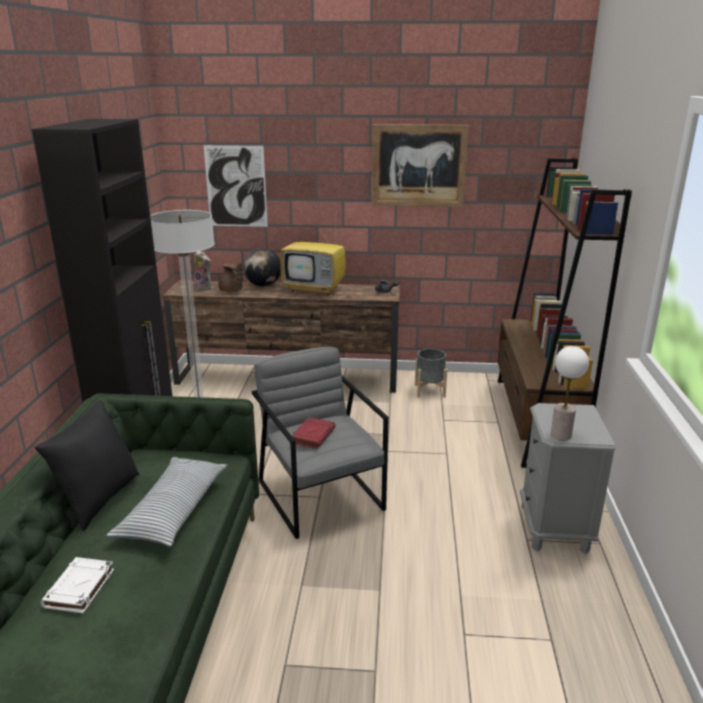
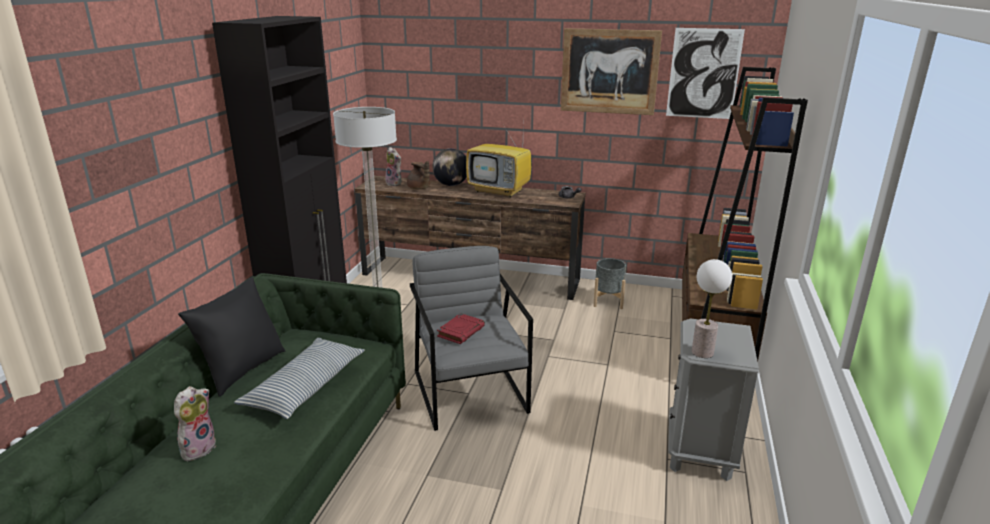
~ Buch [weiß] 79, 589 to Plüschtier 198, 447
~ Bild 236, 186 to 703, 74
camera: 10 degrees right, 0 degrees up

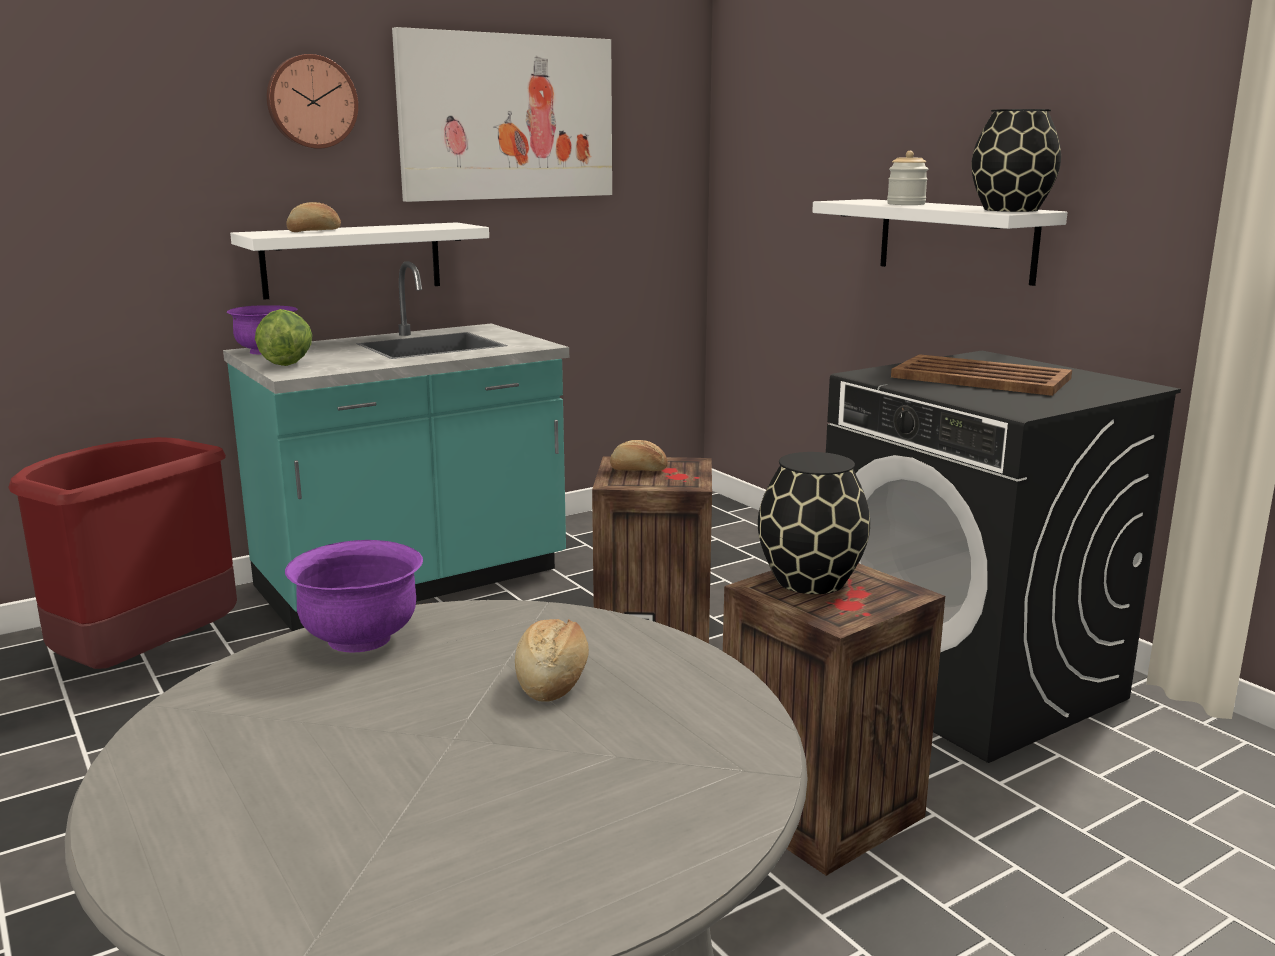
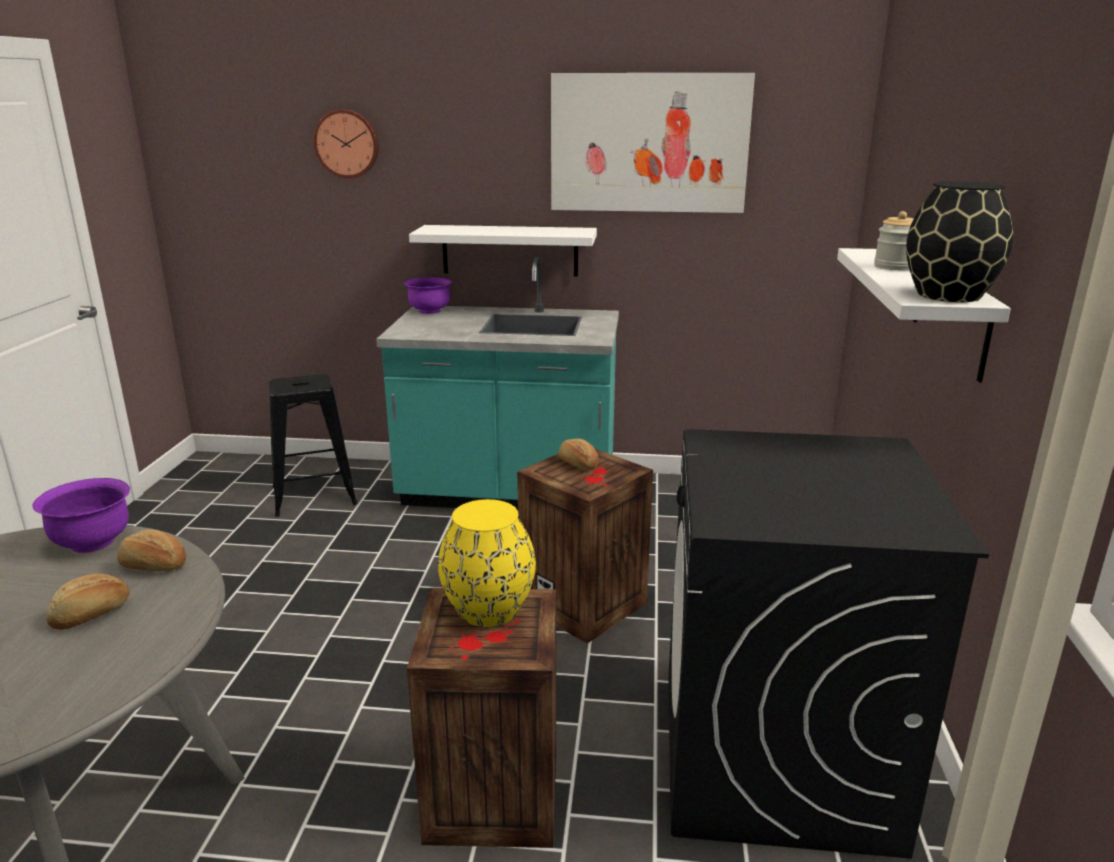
~ Mülleimer [rot] 143, 660 to Hocker [schwarz] 314, 495
- Salatkopf 286, 364
~ Wanduhr 311, 102 to 347, 143
~ Brot 314, 231 to 153, 566
~ Vase [schwarz] 811, 581 to Vase [gelb] 488, 610
- Tablett [braun] 982, 378
camera: 40 degrees right, 5 degrees up

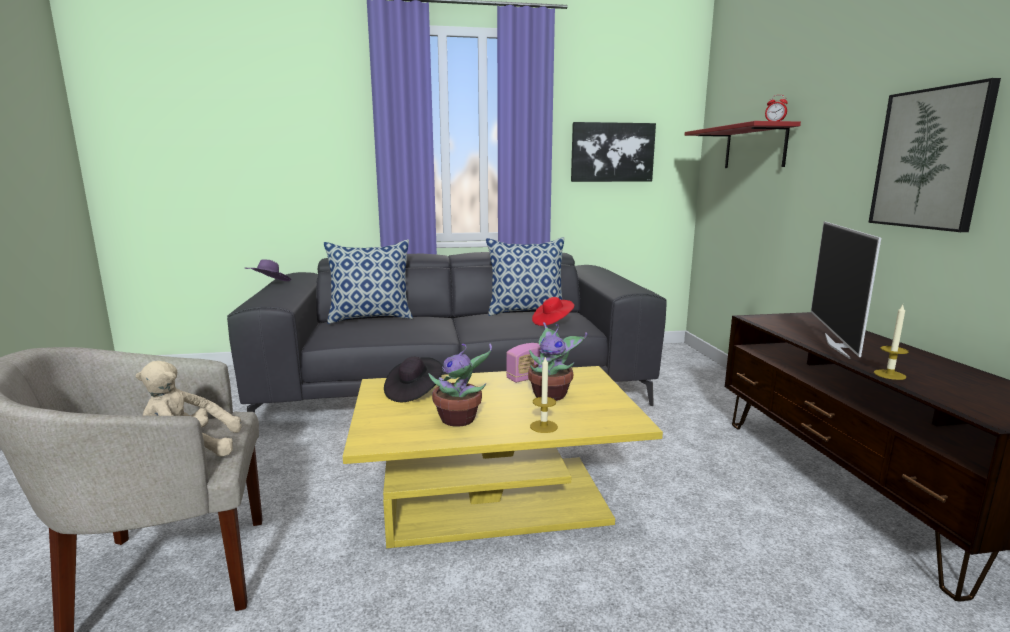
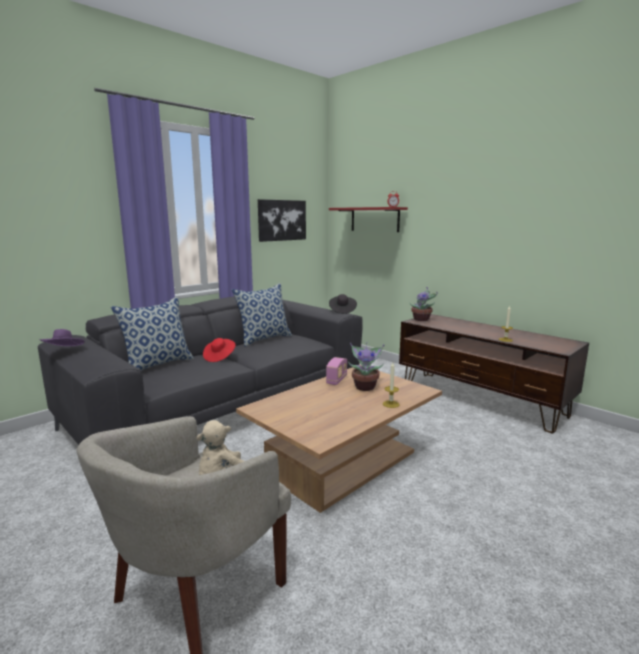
~ Couchtisch [gelb] 495, 500 to Couchtisch [braun] 343, 463
~ Hut [schwarz] 414, 392 to 342, 311
~ Topfpflanze 459, 420 to 422, 319
~ Hut [rot] 552, 322 to 219, 357
- Fernseher 838, 346
- Bild 930, 159
camera: 35 degrees left, 0 degrees up

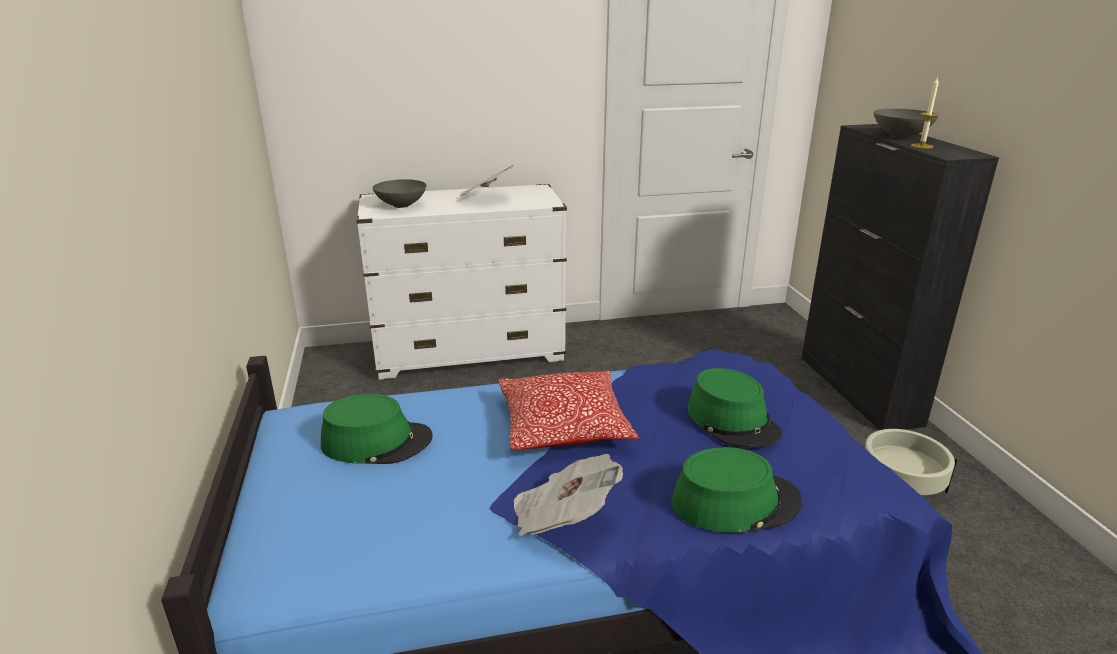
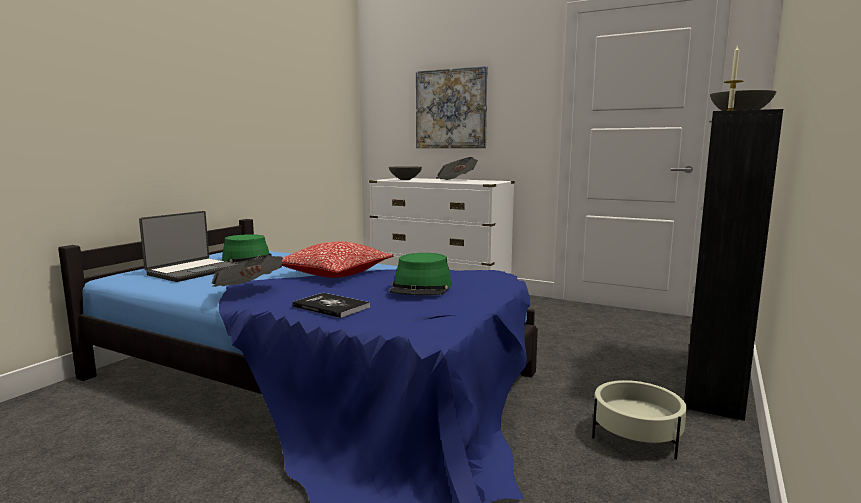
~ Hut [grün] 735, 502 to Buch 331, 307
+ Laptop 192, 271
+ Bild 451, 109
camera: 40 degrees right, 15 degrees down

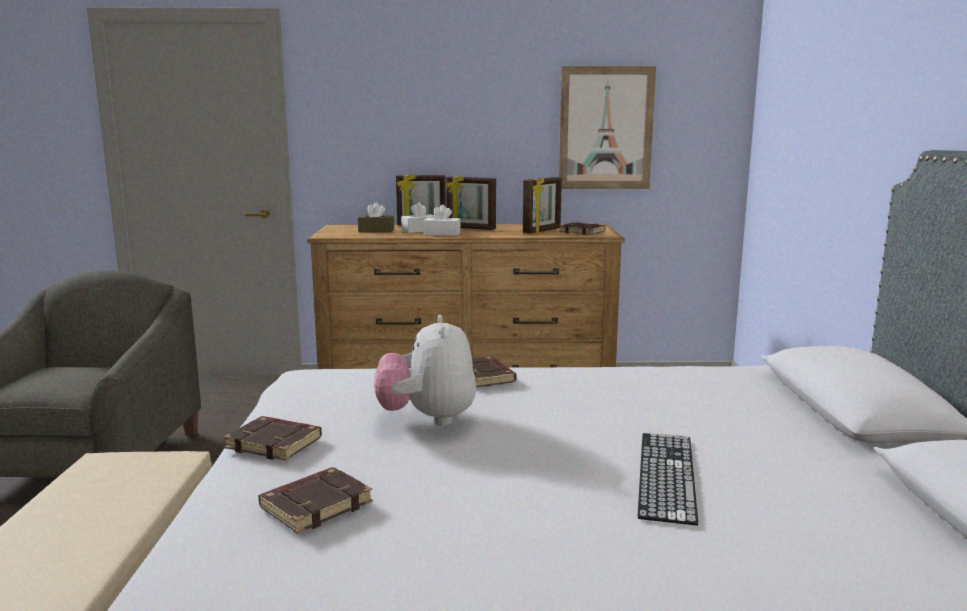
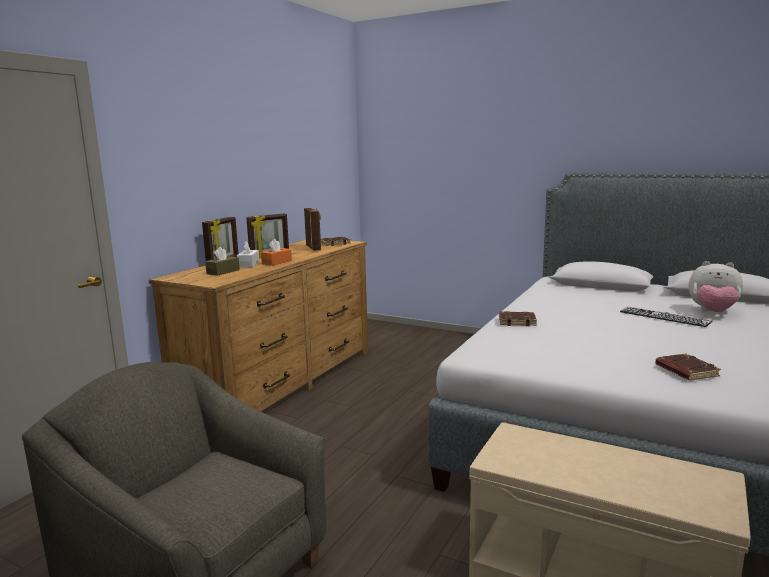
- Buch [braun] 275, 444
~ Plüschtier 427, 419 to 712, 312
~ Taschentuchbox [weiß] 442, 234 to Taschentuchbox [orange] 277, 262
- Bild 606, 128
camera: 60 degrees left, 0 degrees up

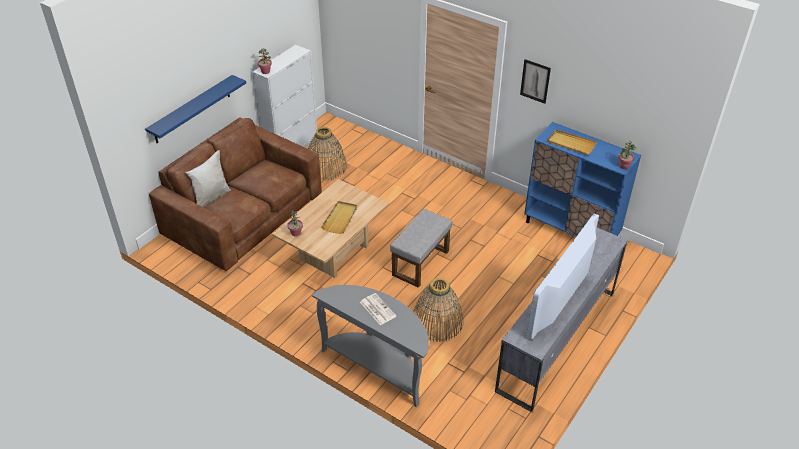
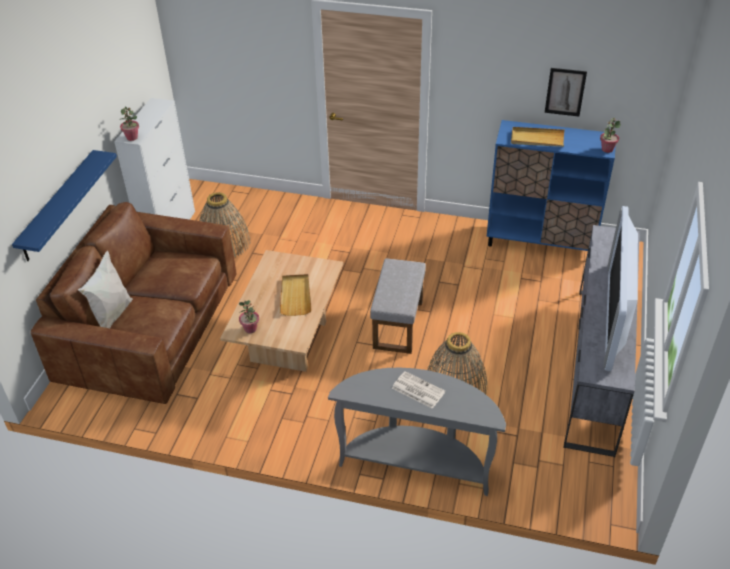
~ Bild 535, 81 to 565, 92
camera: 20 degrees left, 0 degrees up

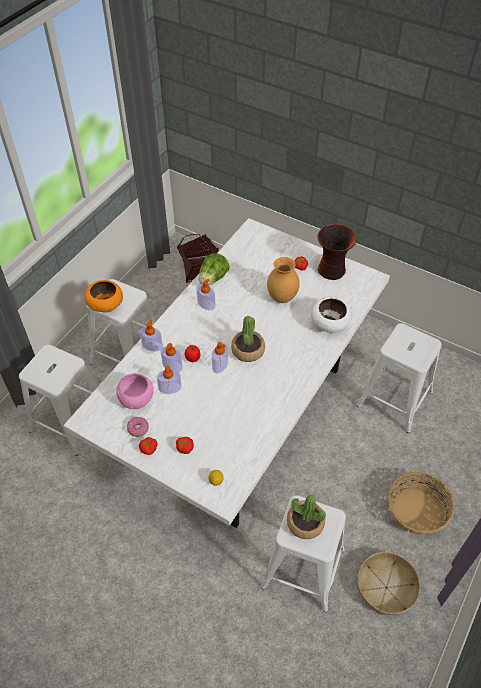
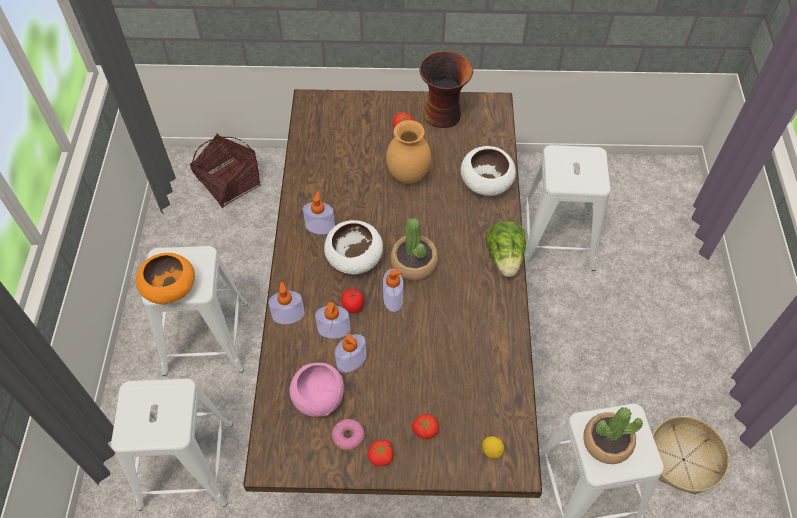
~ Esstisch [weiß] 240, 414 to Esstisch [braun] 398, 343
~ Salatkopf 213, 279 to 505, 258
- Korb 416, 511
+ Schüssel [weiß] 354, 259
camera: 30 degrees left, 5 degrees up

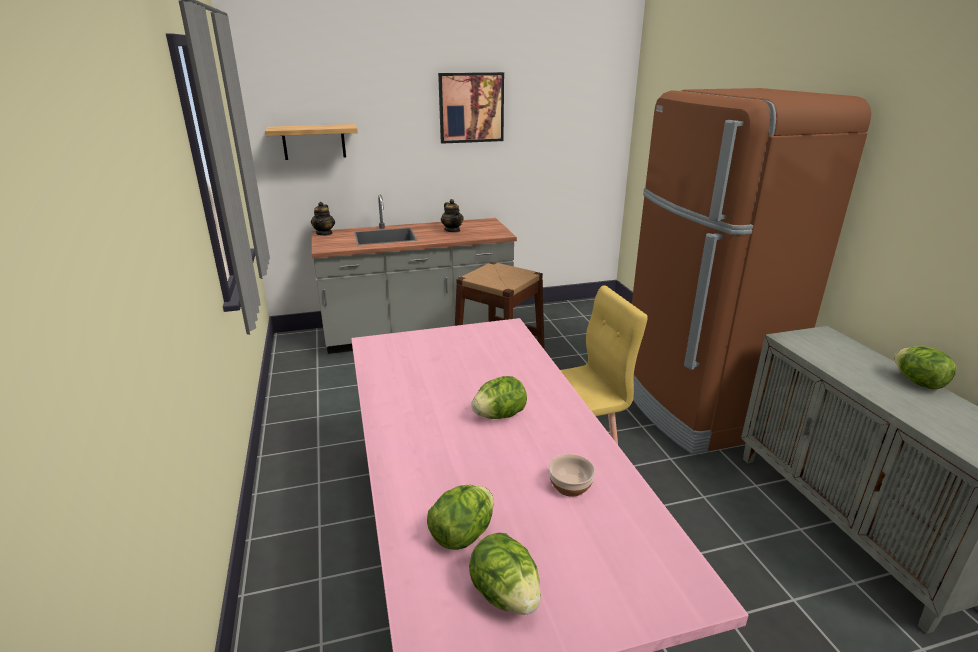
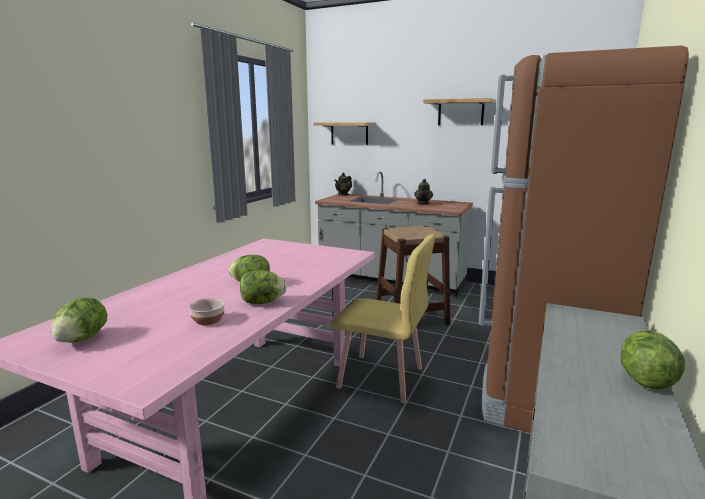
~ Salatkopf 462, 534 to 262, 302
~ Bild 471, 107 to Wandregal 460, 112
camera: 40 degrees right, 10 degrees down

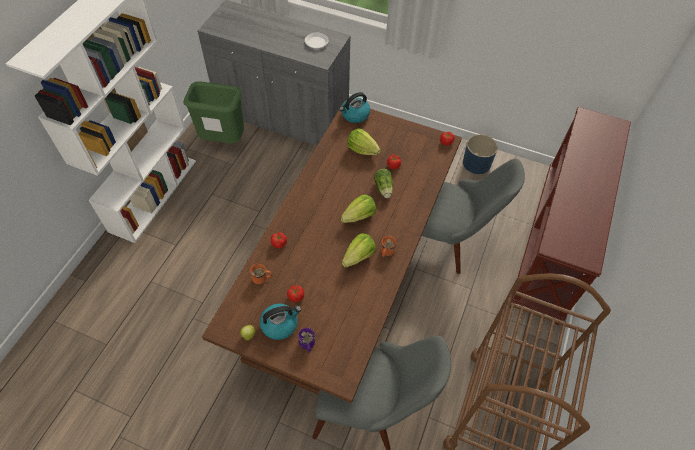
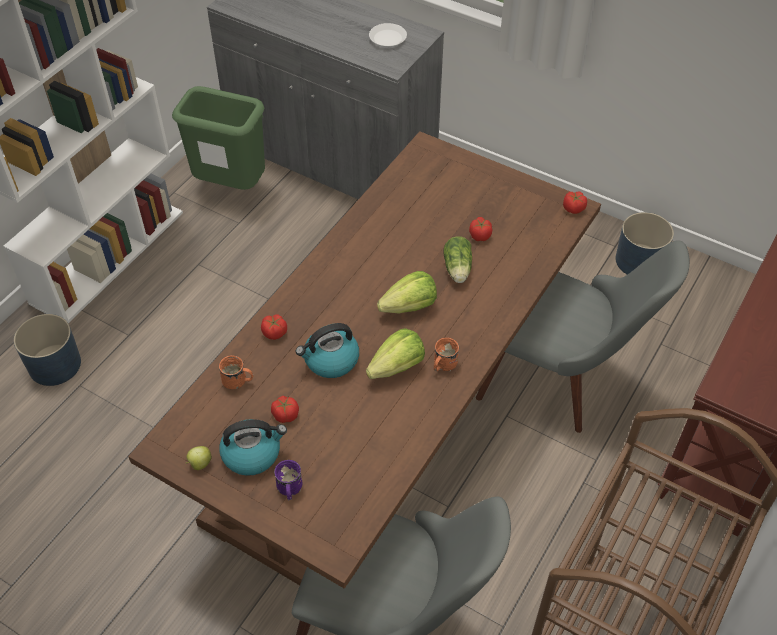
~ Wasserkessel 355, 115 to 330, 360
- Salatkopf 362, 150
+ Pflanzkübel [blau] 55, 364
camera: 10 degrees right, 5 degrees down

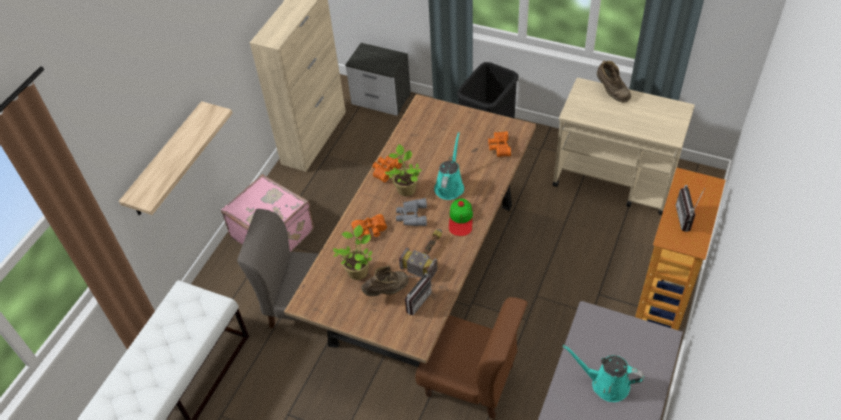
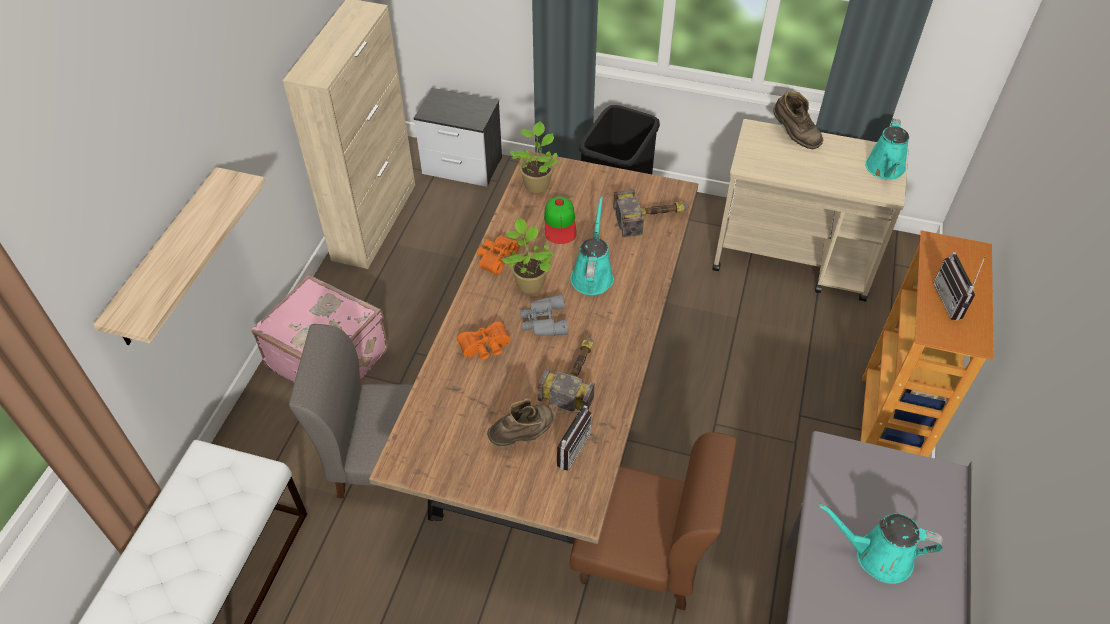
~ Topfpflanze 358, 270 to 536, 183
~ Kappe 461, 219 to 560, 224
~ Fernglas [orange] 498, 147 to Hammer 652, 218
+ Gießkanne [türkis] 885, 169
camera: 10 degrees left, 0 degrees up

